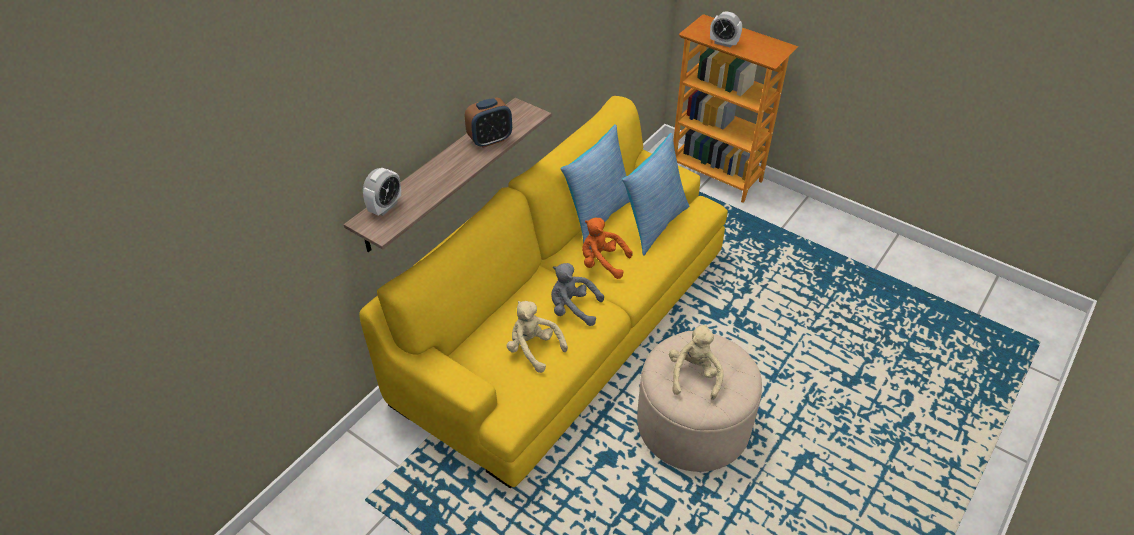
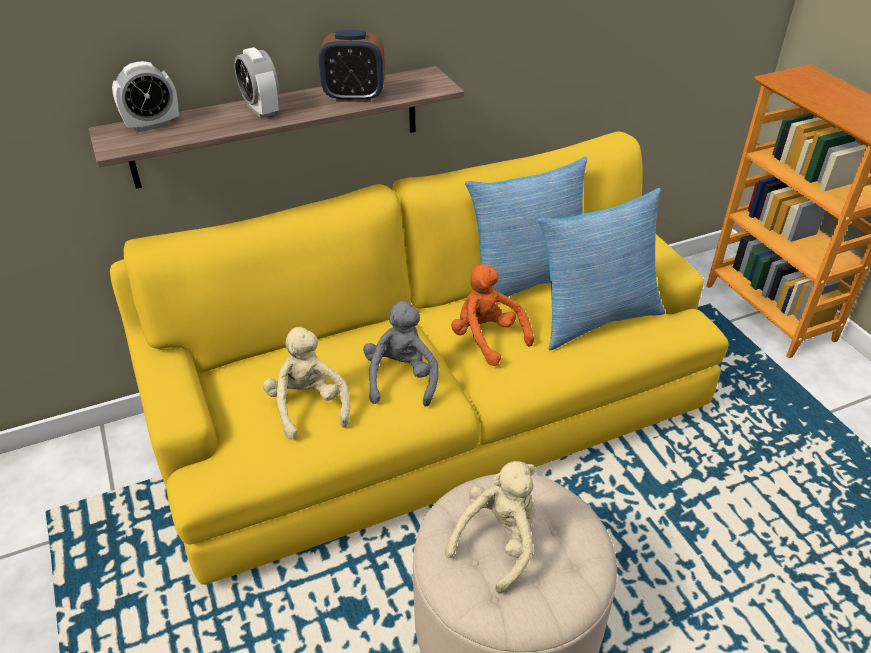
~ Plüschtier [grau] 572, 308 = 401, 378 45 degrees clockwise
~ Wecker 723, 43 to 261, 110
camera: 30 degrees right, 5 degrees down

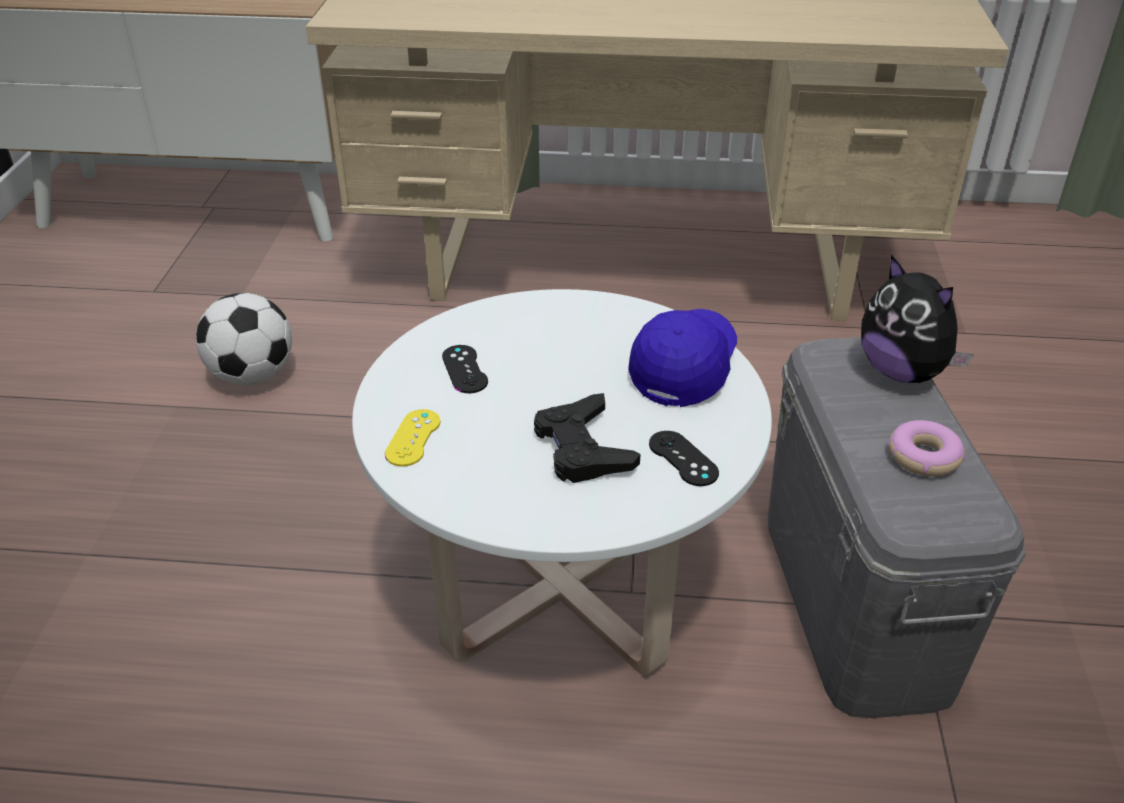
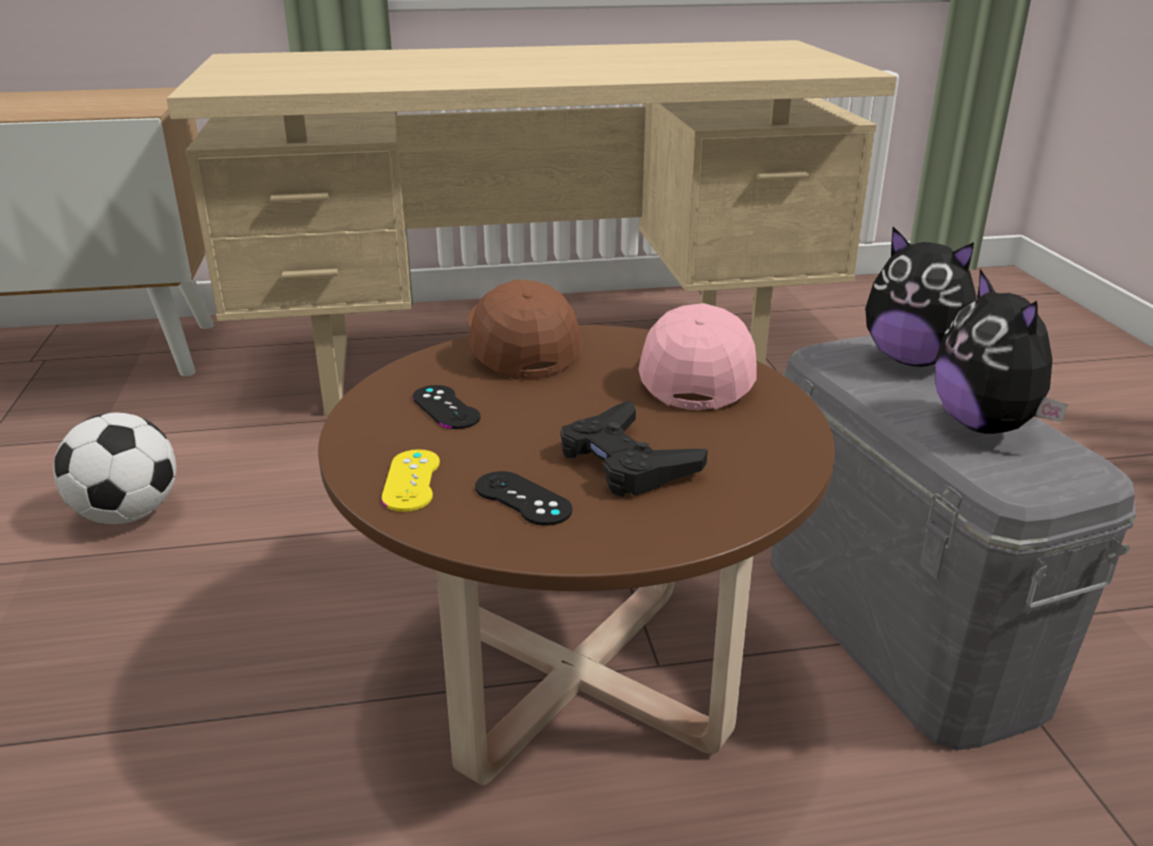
~ Couchtisch [weiß] 561, 587 to Couchtisch [braun] 576, 676
~ Kappe [blau] 684, 368 to Kappe [rosa] 698, 376
~ Gamepad [schwarz] 683, 458 to 522, 499
~ Donut 923, 457 to Plüschtier 986, 426
+ Kappe [braun] 519, 349
camera: 15 degrees left, 10 degrees down

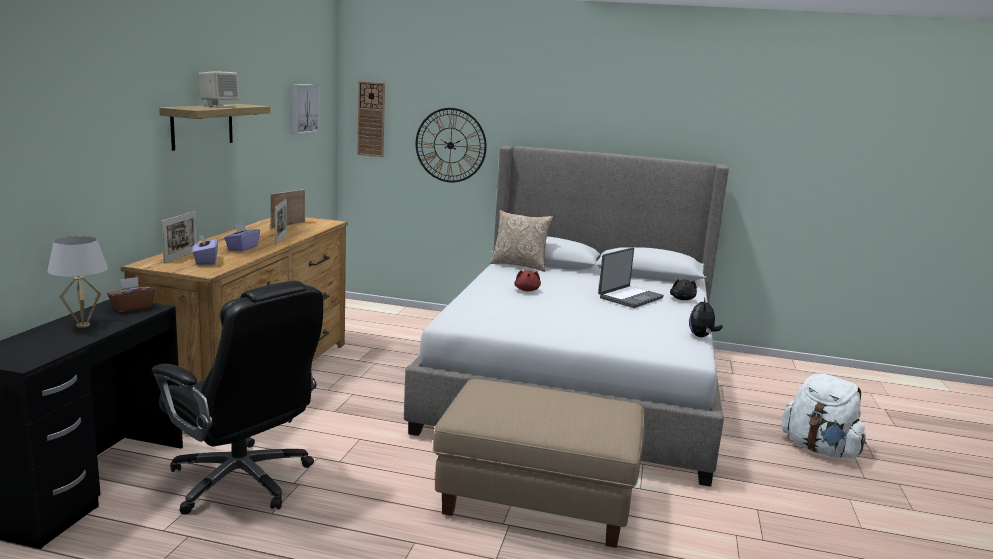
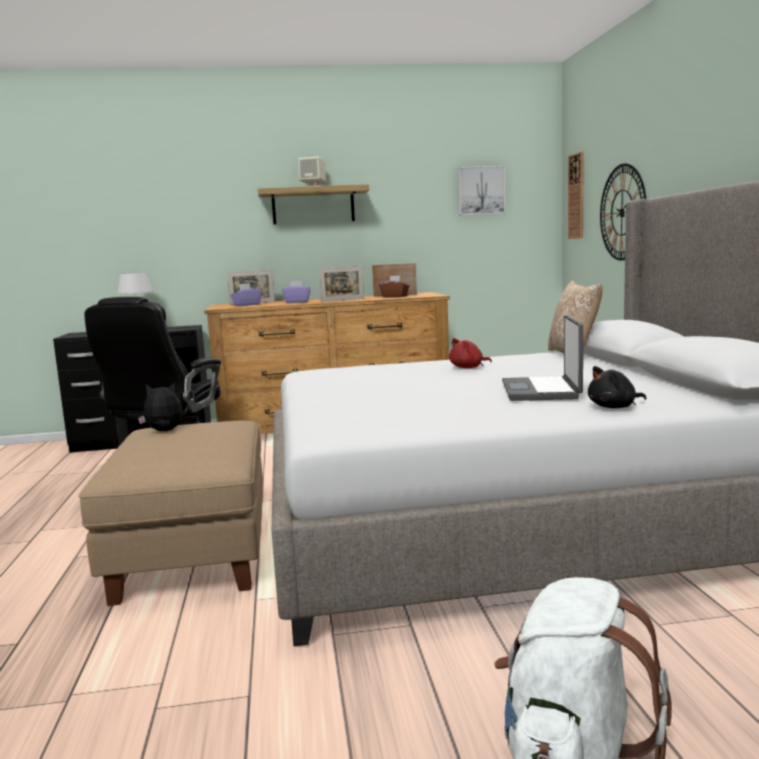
~ Taschentuchbox [braun] 132, 307 to 394, 297
~ Laptop 629, 297 = 542, 391 75 degrees clockwise
~ Plüschtier 701, 336 to 164, 431
camera: 70 degrees right, 5 degrees down

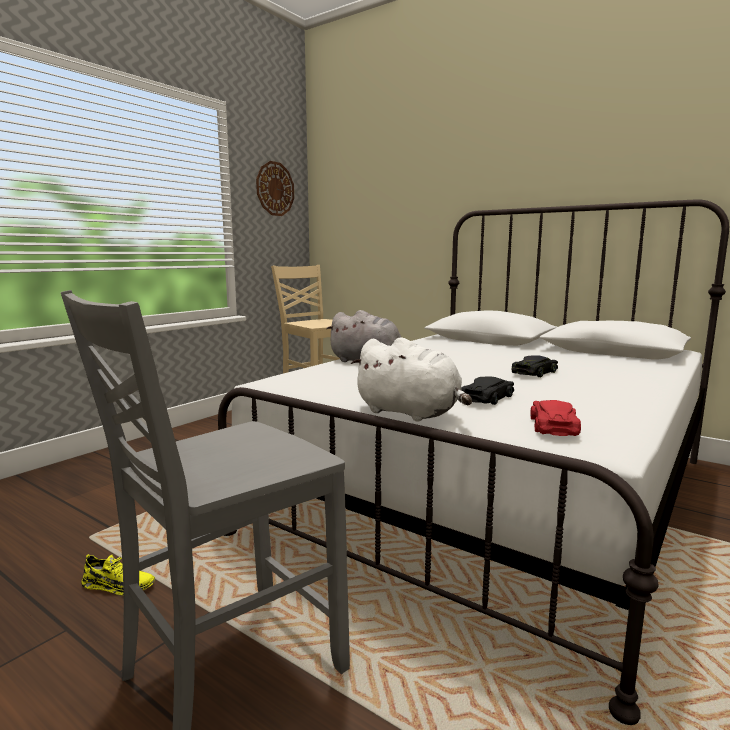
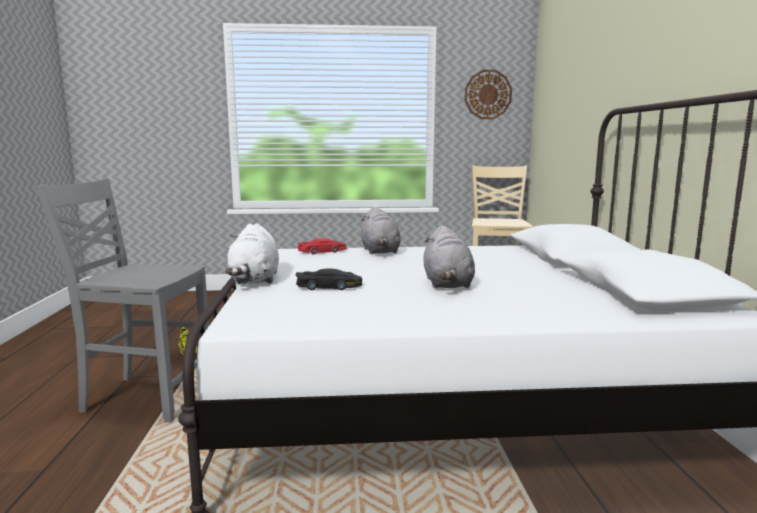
~ Spielzeugauto [schwarz] 535, 372 to Plüschtier [grau] 447, 284
~ Spielzeugauto [rot] 554, 425 to 322, 251
camera: 50 degrees right, 0 degrees up

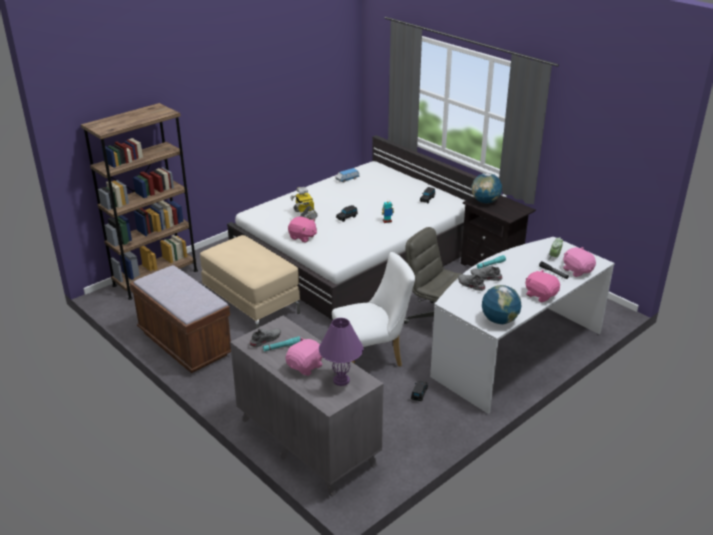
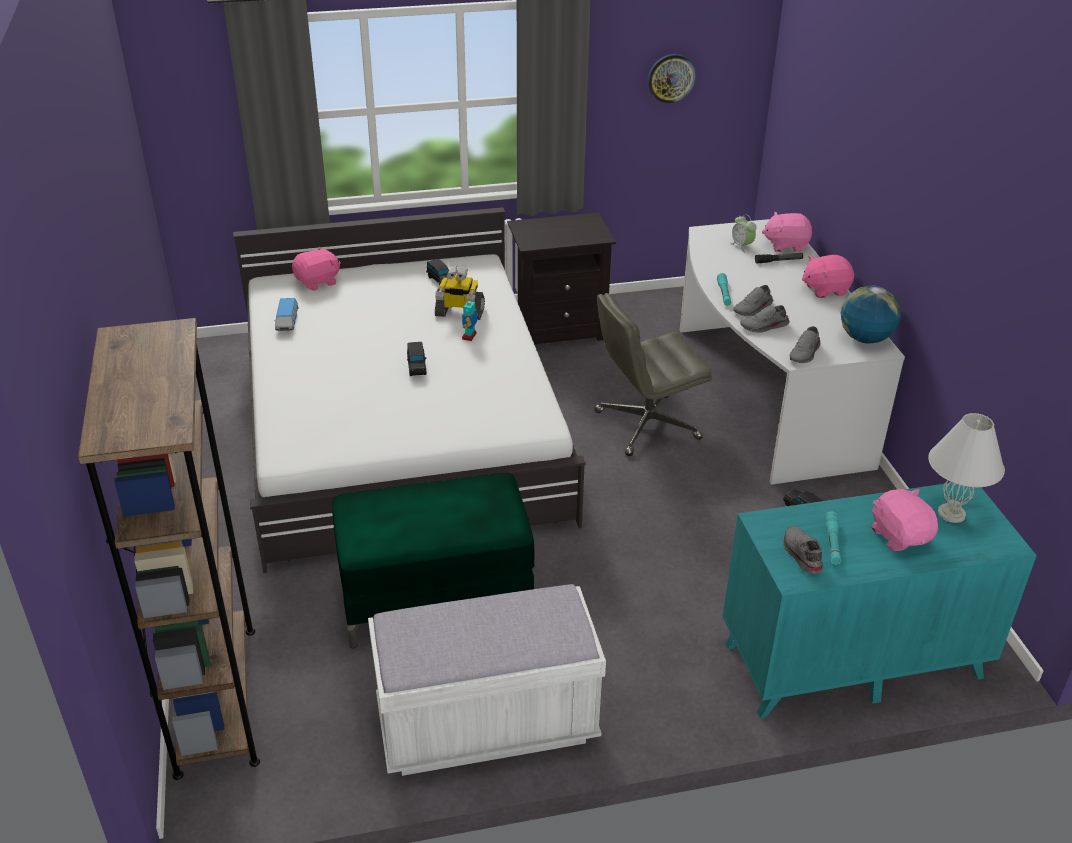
~ Bank [braun] 185, 343 to Bank [weiß] 487, 724
~ Polsterhocker [beige] 252, 304 to Polsterhocker [grün] 437, 595
~ Kommode [grau] 307, 442 to Kommode [türkis] 851, 660
~ Plüschtier [rosa] 302, 237 to 318, 282
~ Spielzeugroboter 304, 214 to 459, 312
~ Tischlampe [lila] 341, 380 to Tischlampe [weiß] 950, 514
- Stuhl [weiß] 373, 357
- Globus 485, 201
+ Wanduhr 671, 78
+ Schuh [grau] 805, 353
camera: 60 degrees left, 5 degrees up

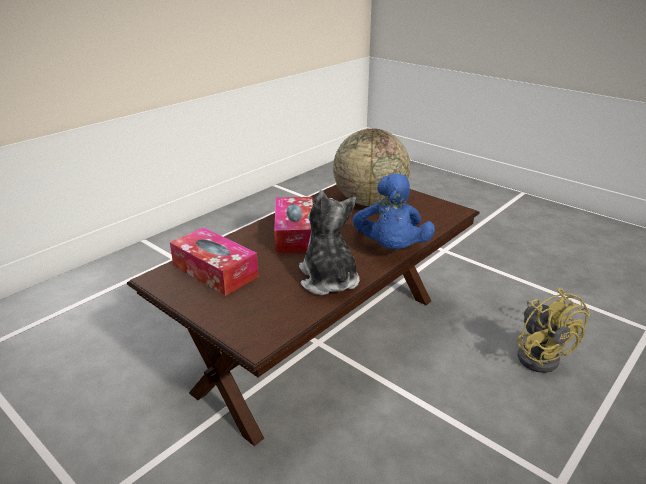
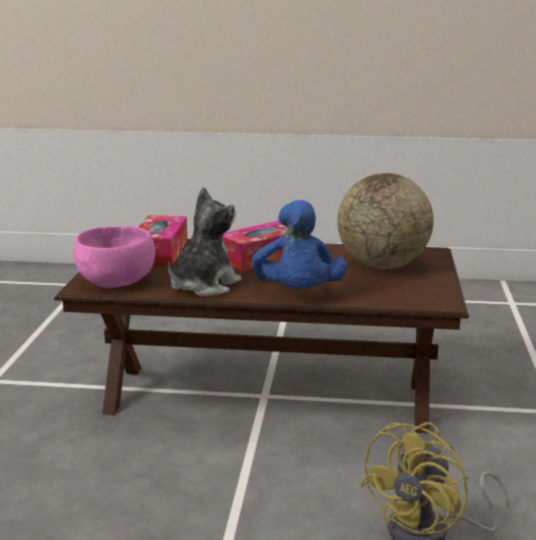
~ Plüschtier [blau] 391, 248 = 298, 294 60 degrees counterclockwise
+ Schüssel [rosa] 117, 282
camera: 55 degrees right, 10 degrees down

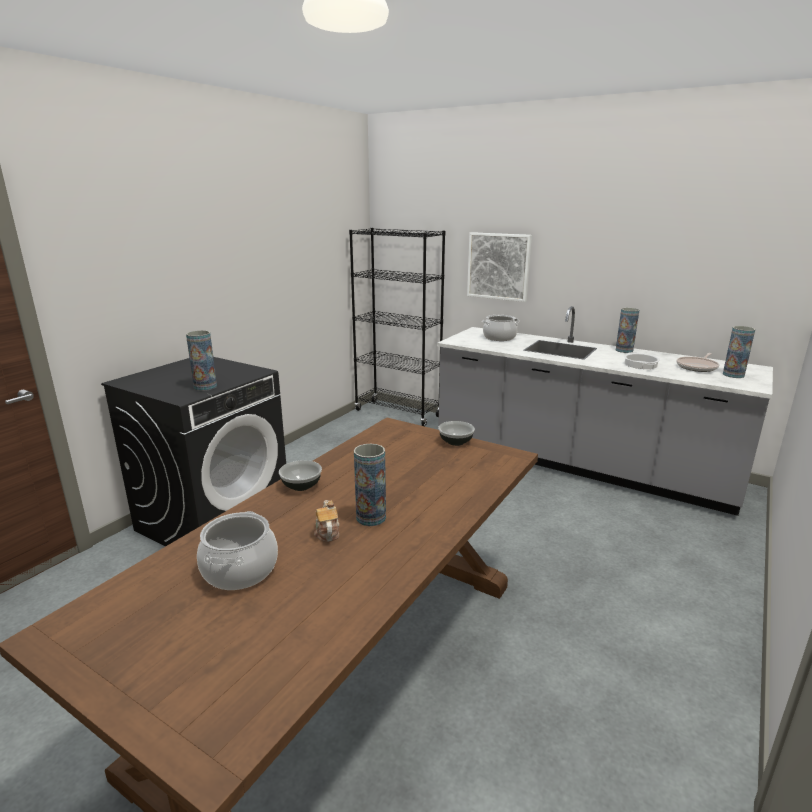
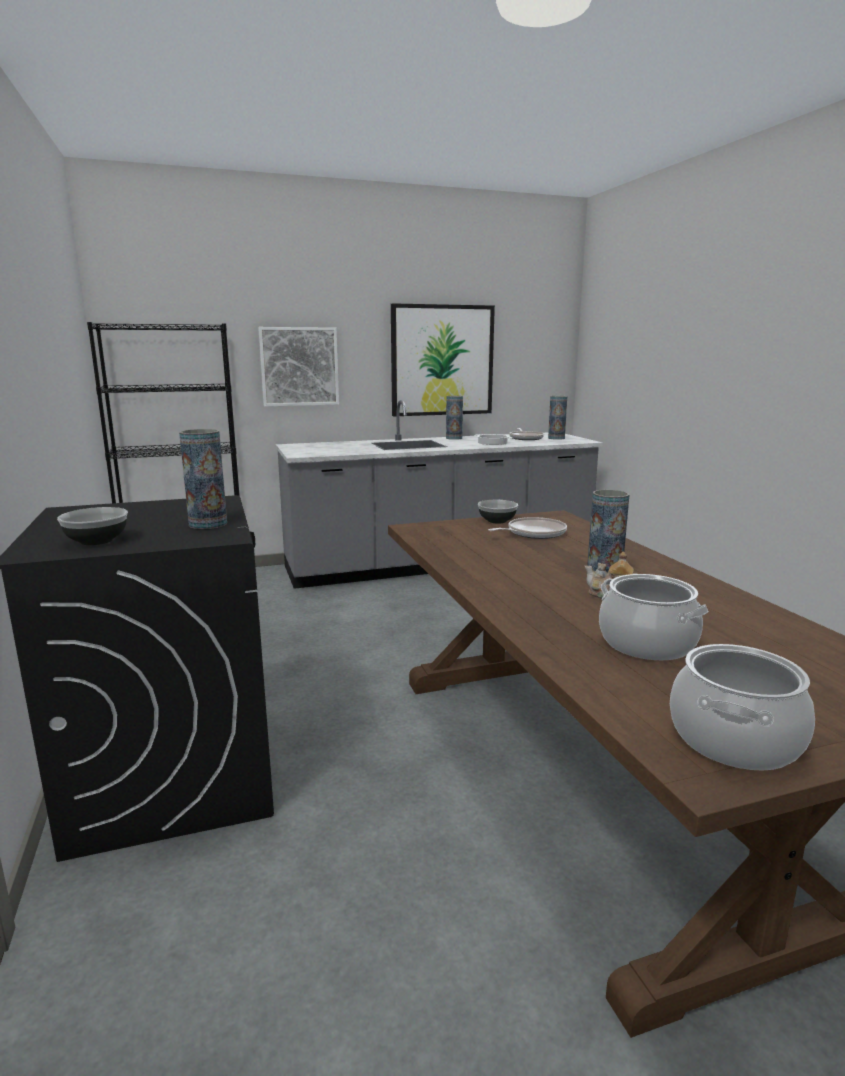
~ Schüssel 301, 485 to 96, 541
~ Kochtopf 499, 338 to 735, 739
+ Bild 442, 360
+ Pfanne 533, 533
camera: 50 degrees left, 5 degrees down

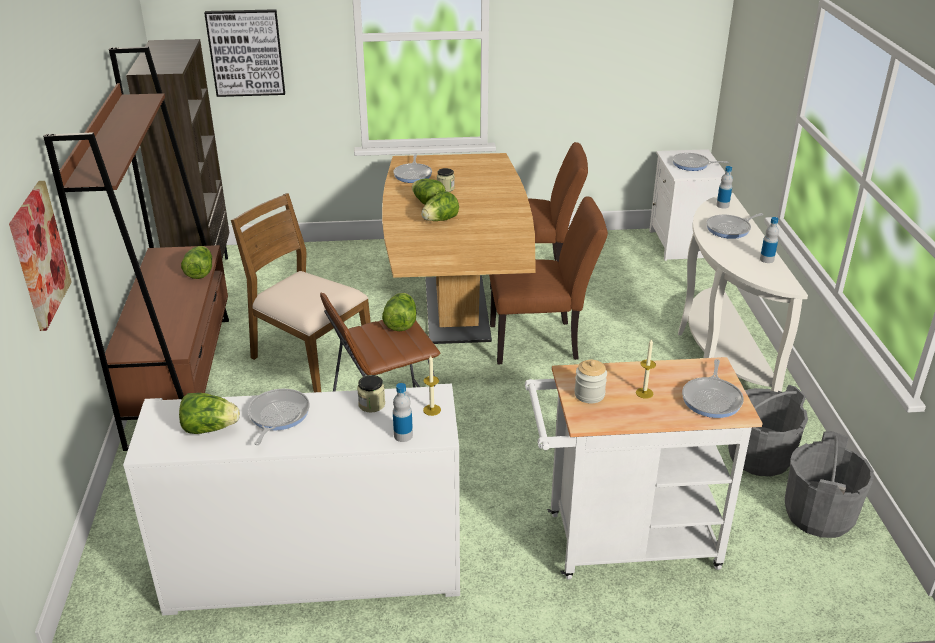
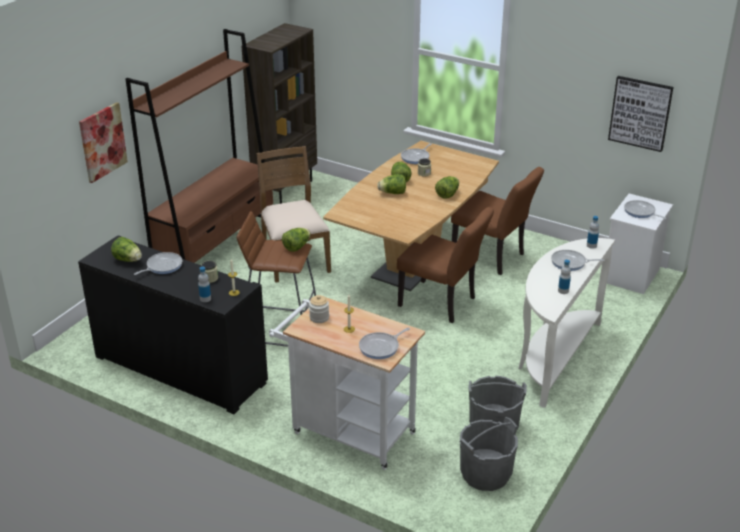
~ Schrank [weiß] 315, 569 to Schrank [schwarz] 180, 369
~ Salatkopf 200, 272 to 447, 194
~ Bild 246, 53 to 640, 113
camera: 35 degrees right, 0 degrees up

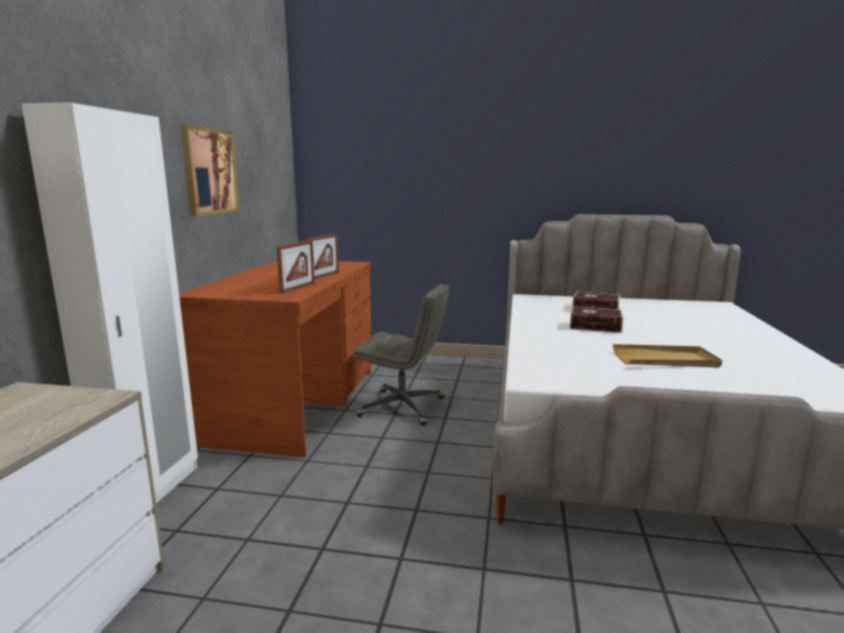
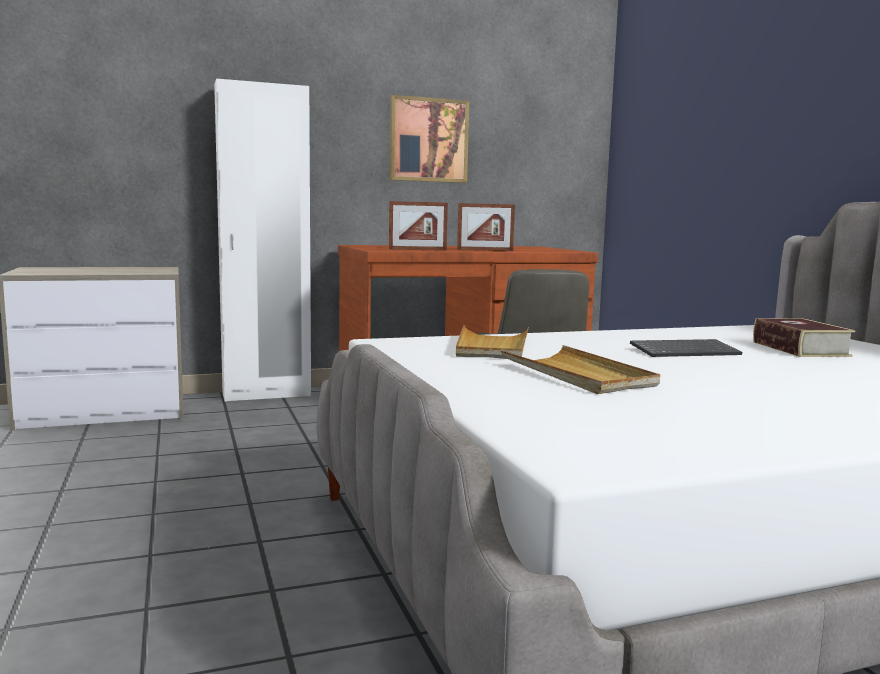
~ Buch 595, 326 to Tastatur 685, 351
+ Tablett [beige] 492, 347
camera: 60 degrees right, 5 degrees down

